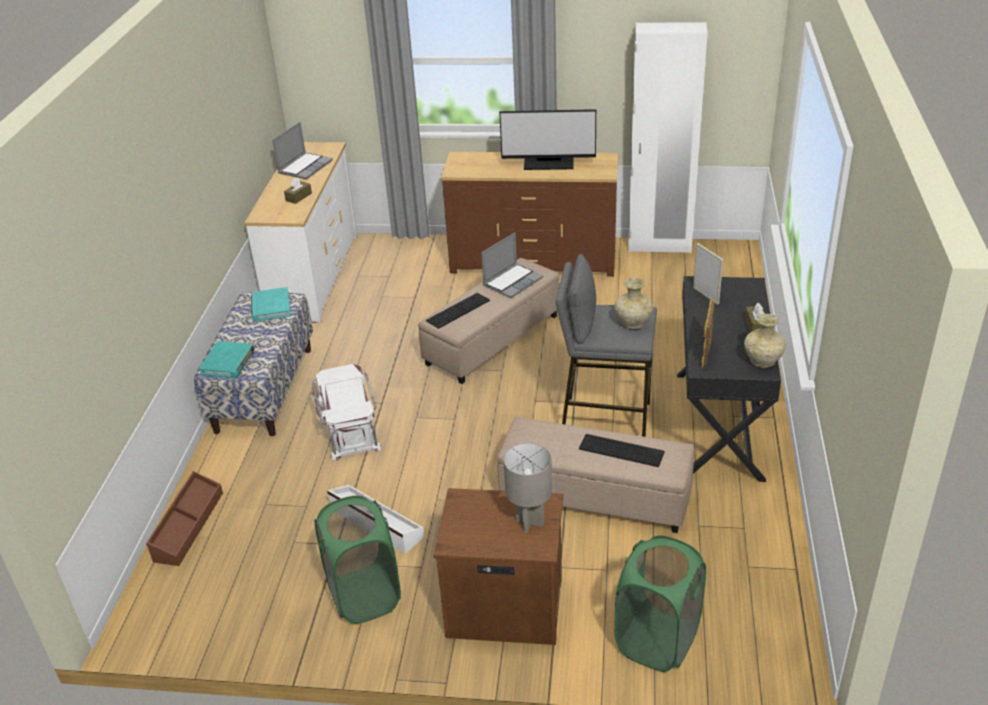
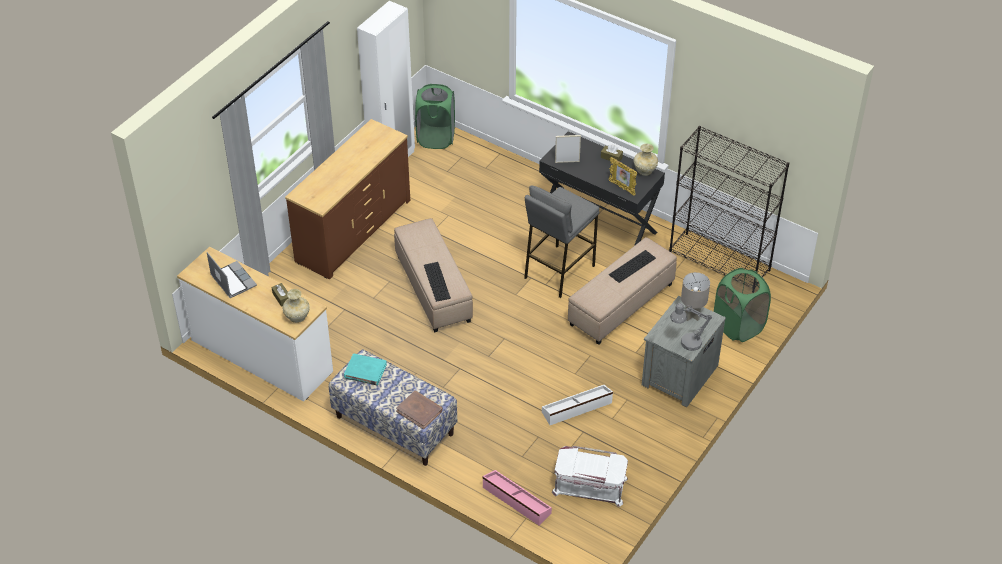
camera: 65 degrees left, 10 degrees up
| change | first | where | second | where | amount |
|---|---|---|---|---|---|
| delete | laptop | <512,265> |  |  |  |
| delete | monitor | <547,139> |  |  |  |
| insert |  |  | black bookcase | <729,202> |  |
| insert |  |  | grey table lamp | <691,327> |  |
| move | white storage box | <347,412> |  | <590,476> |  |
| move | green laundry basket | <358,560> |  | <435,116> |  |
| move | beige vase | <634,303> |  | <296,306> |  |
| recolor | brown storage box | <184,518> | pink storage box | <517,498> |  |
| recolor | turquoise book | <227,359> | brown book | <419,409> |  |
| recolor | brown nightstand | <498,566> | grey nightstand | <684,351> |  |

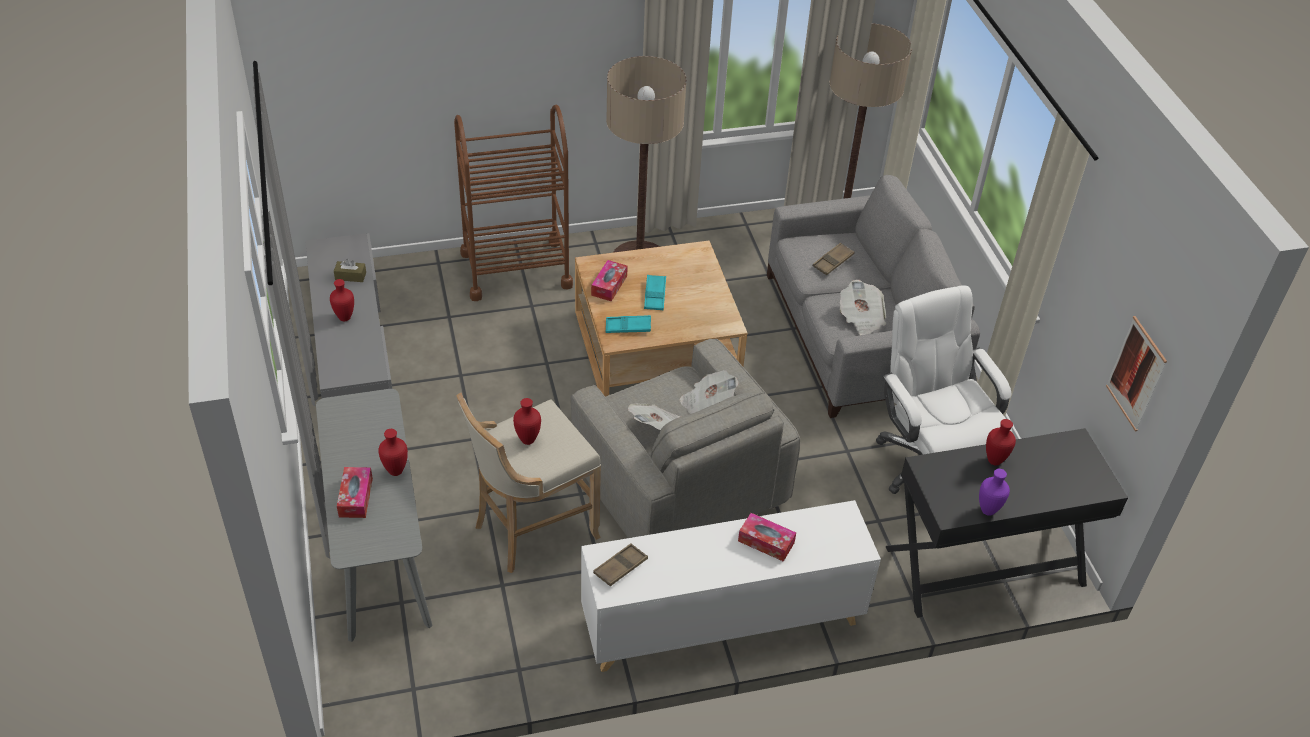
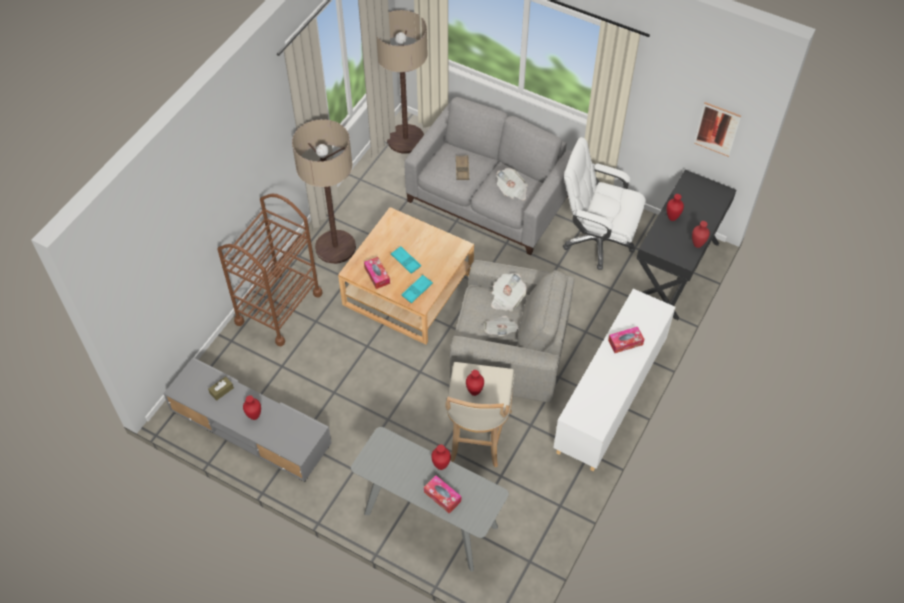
camera: 45 degrees left, 10 degrees up
| change | first | where | second | where | amount |
|---|---|---|---|---|---|
| delete | brown tray | <620,564> |  |  |  |
| recolor | purple vase | <994,492> | red vase | <701,234> |  |

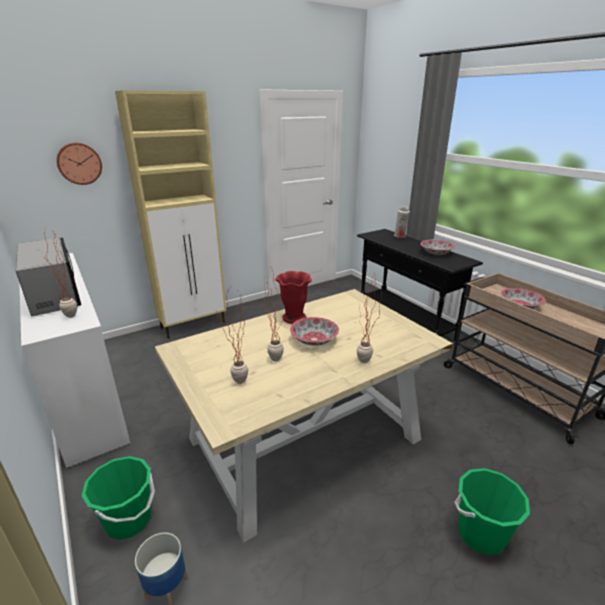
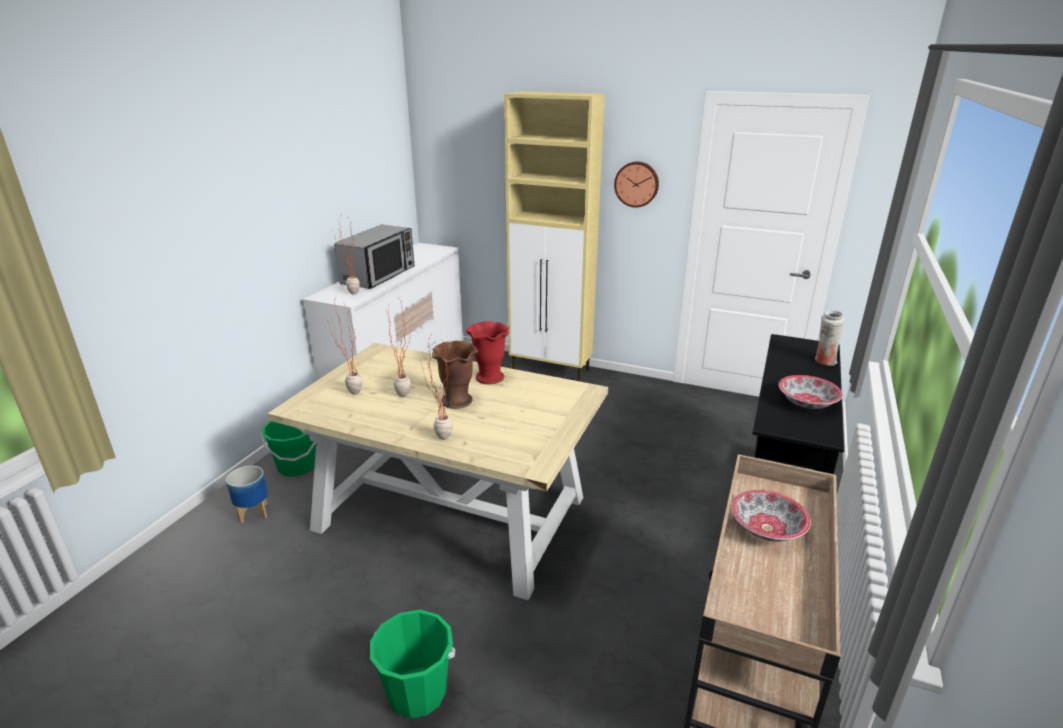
camera: 55 degrees right, 0 degrees up
| change | first | where | second | where | amount |
|---|---|---|---|---|---|
| move | wall clock | <79,164> |  | <636,184> |  |
| replace | bowl | <314,331> | brown vase | <455,375> |  |

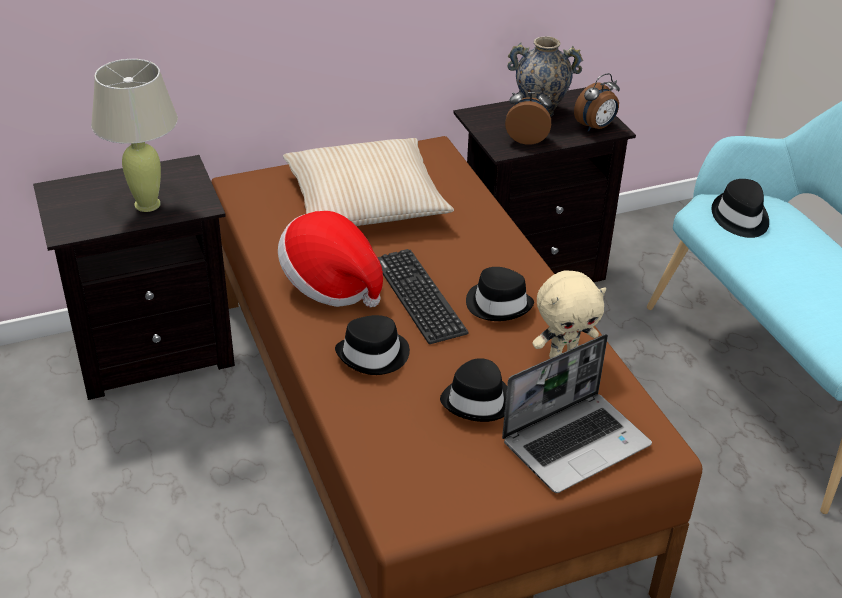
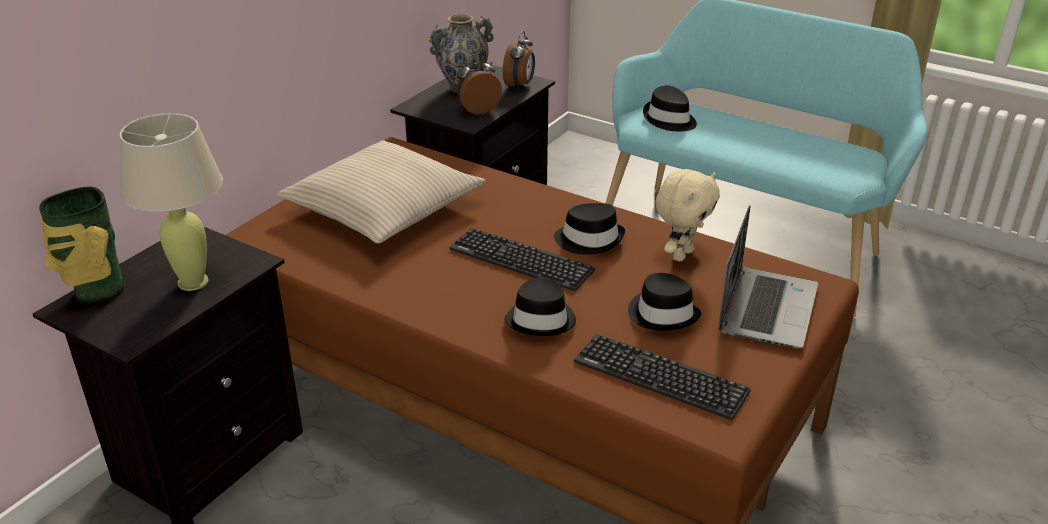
camera: 35 degrees left, 5 degrees down
| change | first | where | second | where | amount |
|---|---|---|---|---|---|
| delete | hat | <330,259> |  |  |  |
| insert |  |  | vase | <81,245> |  |
| insert |  |  | keyboard | <662,377> |  |

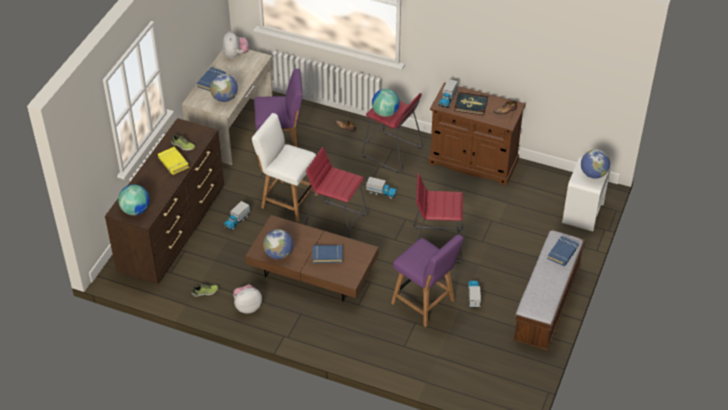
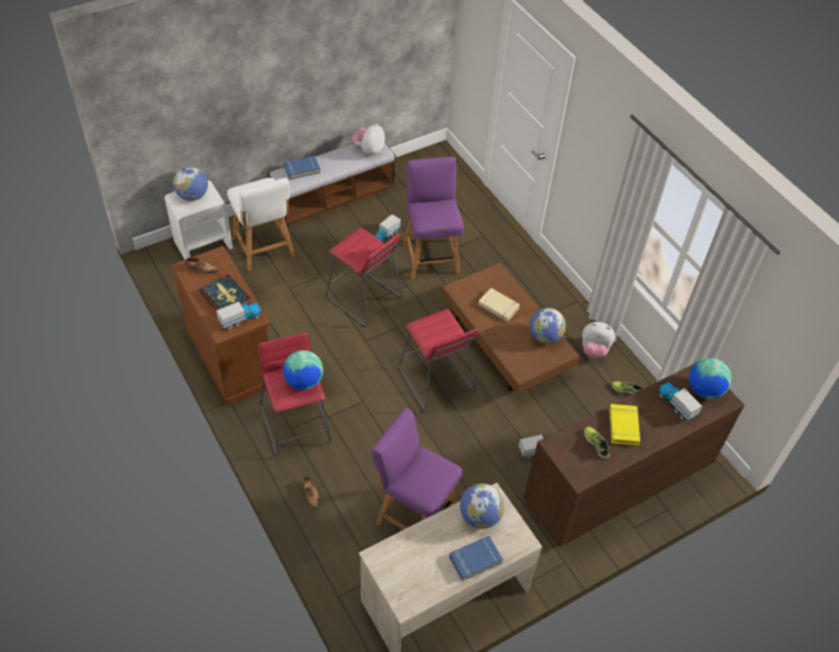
camera: 145 degrees left, 5 degrees up
| change | first | where | second | where | amount |
|---|---|---|---|---|---|
| move | plush toy | <235,45> |  | <368,140> |  |
| move | white chair | <285,167> |  | <261,224> |  |
| move | toy truck | <381,188> |  | <680,401> |  |
| recolor | blue book | <328,254> | beige book | <499,305> |  |

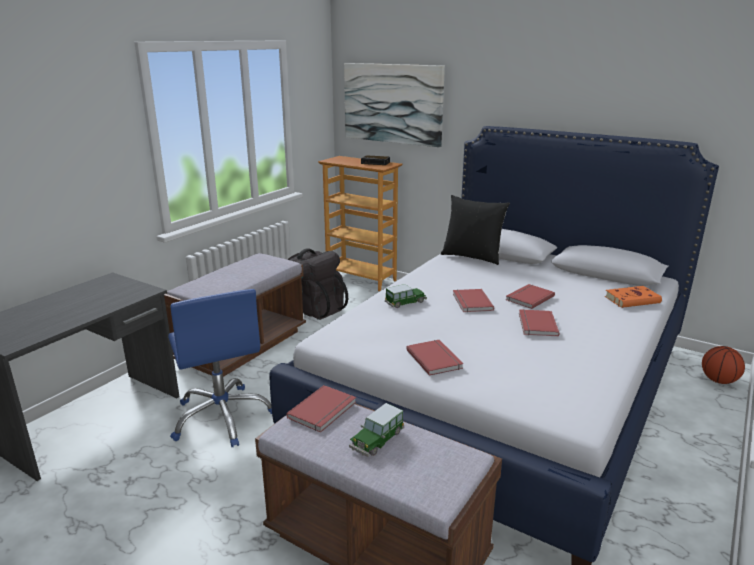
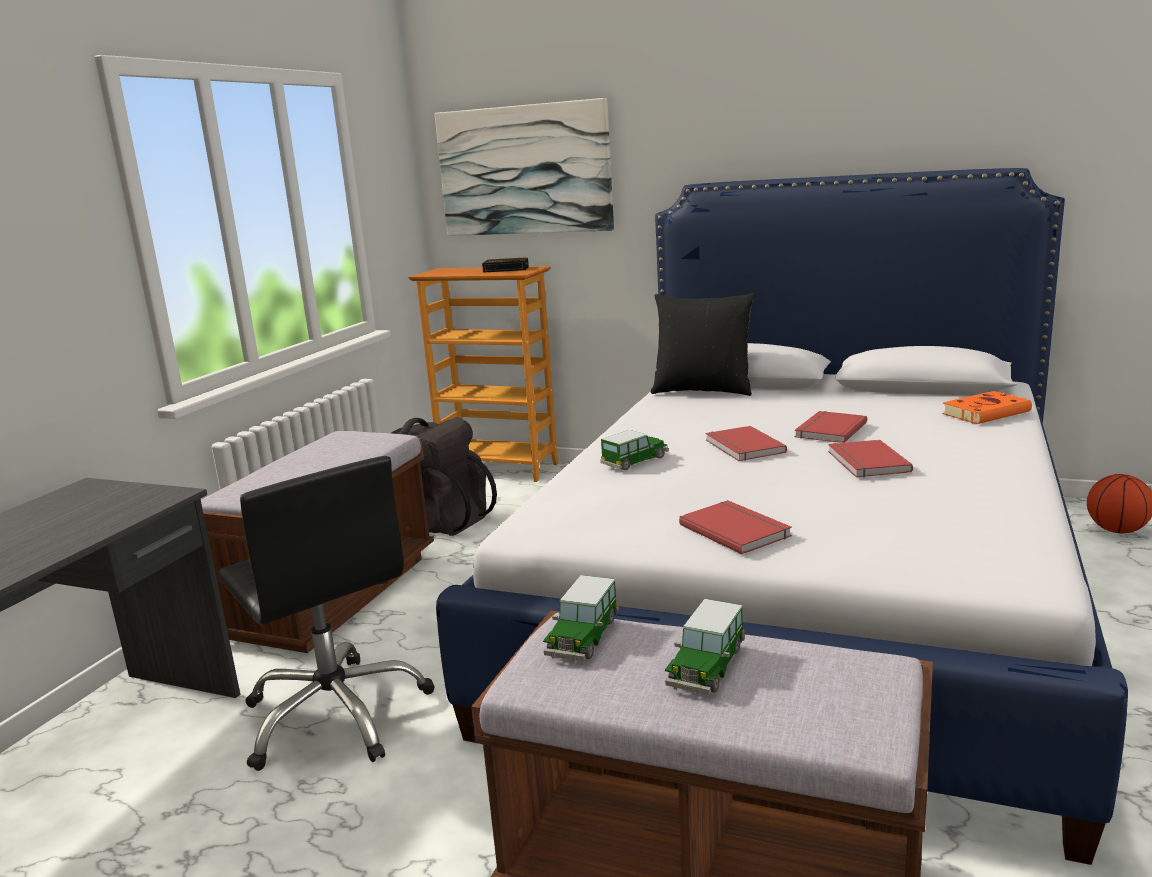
camera: 10 degrees left, 5 degrees down
| change | first | where | second | where | amount |
|---|---|---|---|---|---|
| replace | red book | <321,408> | toy car | <581,618> |  |
| recolor | blue office chair | <220,368> | black office chair | <326,613> |  |

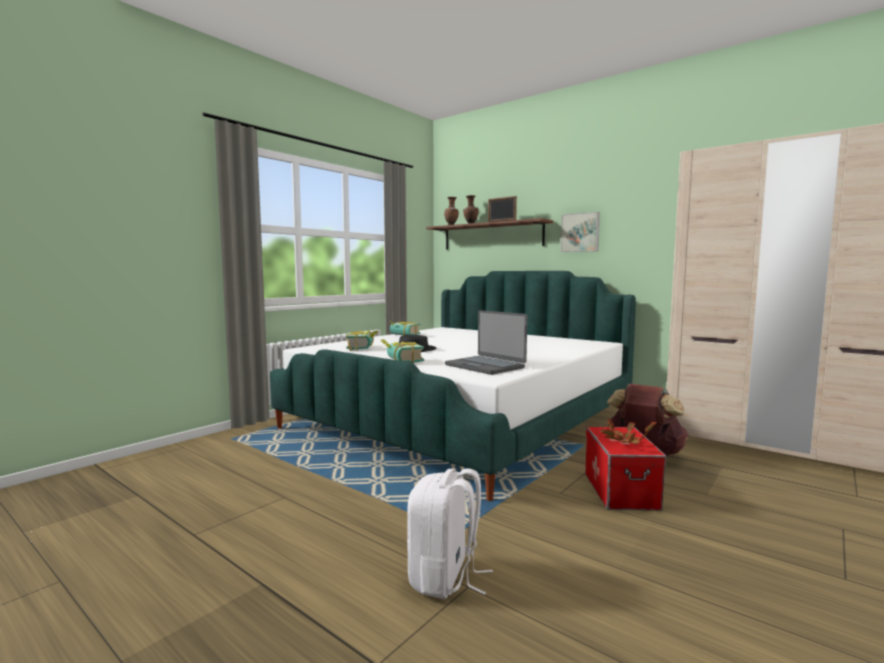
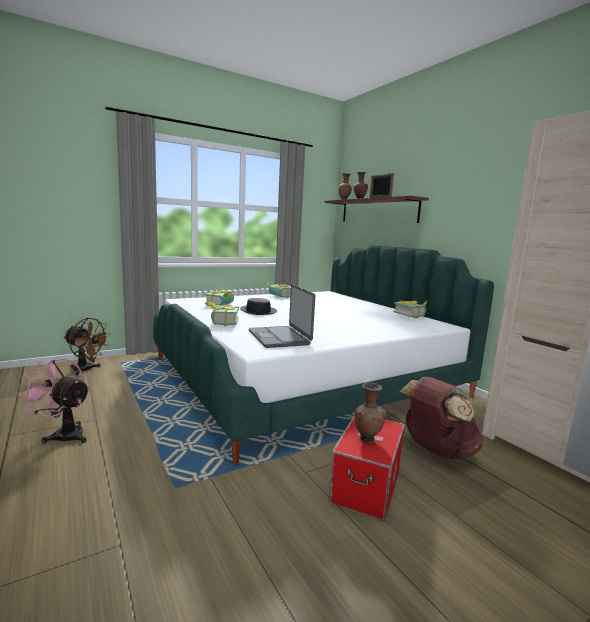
camera: 20 degrees right, 5 degrees up
| change | first | where | second | where | amount |
|---|---|---|---|---|---|
| delete | white backpack | <450,533> |  |  |  |
| delete | picture | <580,232> |  |  |  |
| insert |  |  | pink fan | <54,400> |  |
| insert |  |  | brown fan | <87,346> |  |
| insert |  |  | book | <410,310> |  |
| replace | potted plant | <628,431> | brown vase | <370,413> |  |

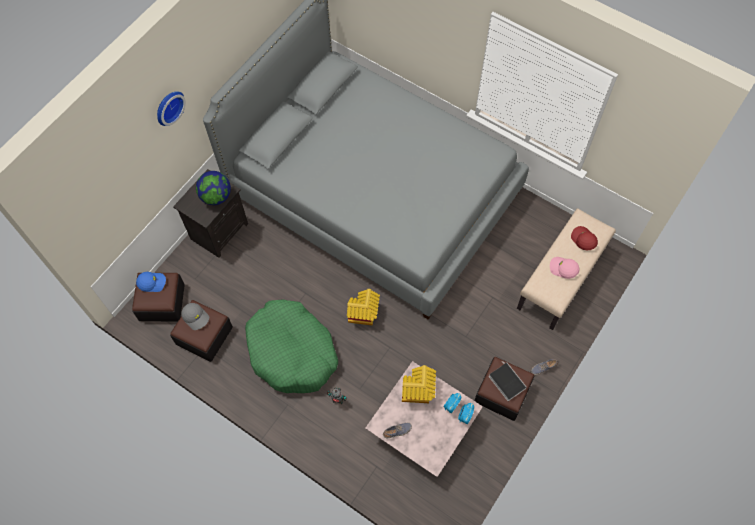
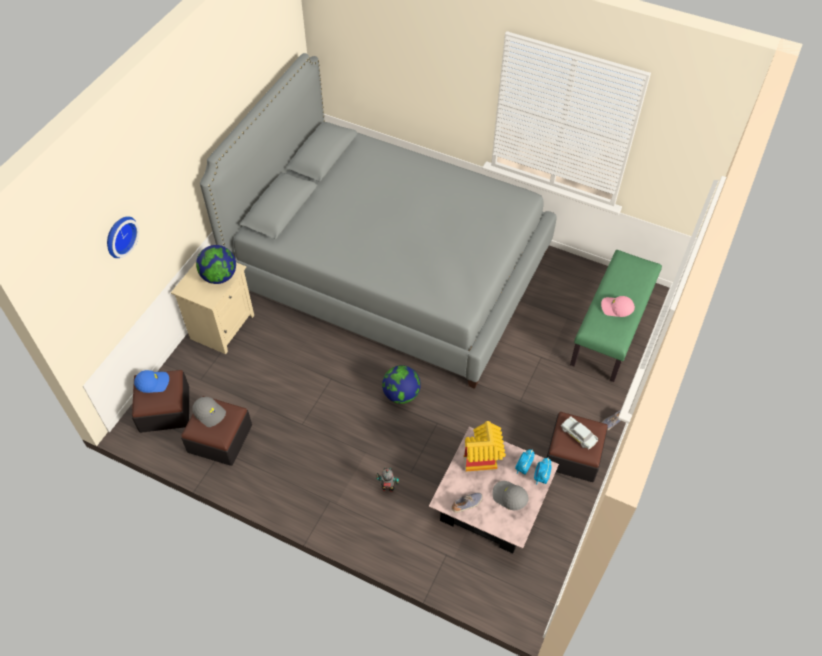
camera: 10 degrees left, 10 degrees down
| change | first | where | second | where | amount |
|---|---|---|---|---|---|
| delete | green dog bed | <291,346> |  |  |  |
| delete | red cap | <584,238> |  |  |  |
| insert |  |  | grey cap | <511,495> |  |
| move | wall clock | <171,108> |  | <123,237> |  |
| replace | toy house | <363,307> | globe | <401,384> |  |
| replace | book | <508,380> | white toy car | <579,432> |  |
| recolor | black nightstand | <210,213> | beige nightstand | <212,308> |  |
| recolor | beige bench | <566,269> | green bench | <616,316> |  |

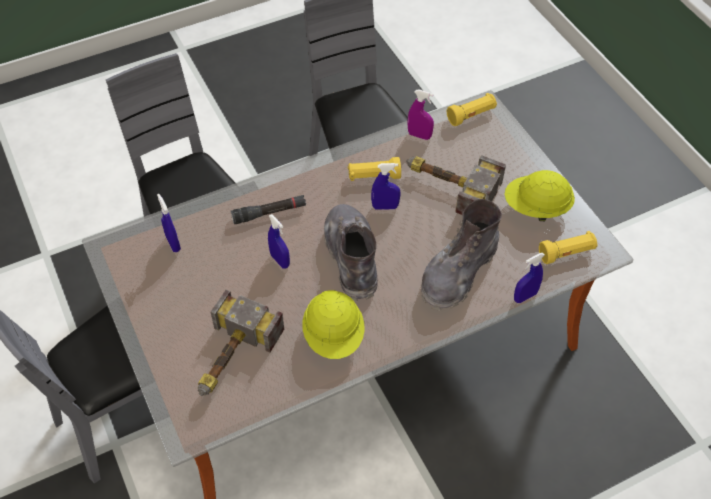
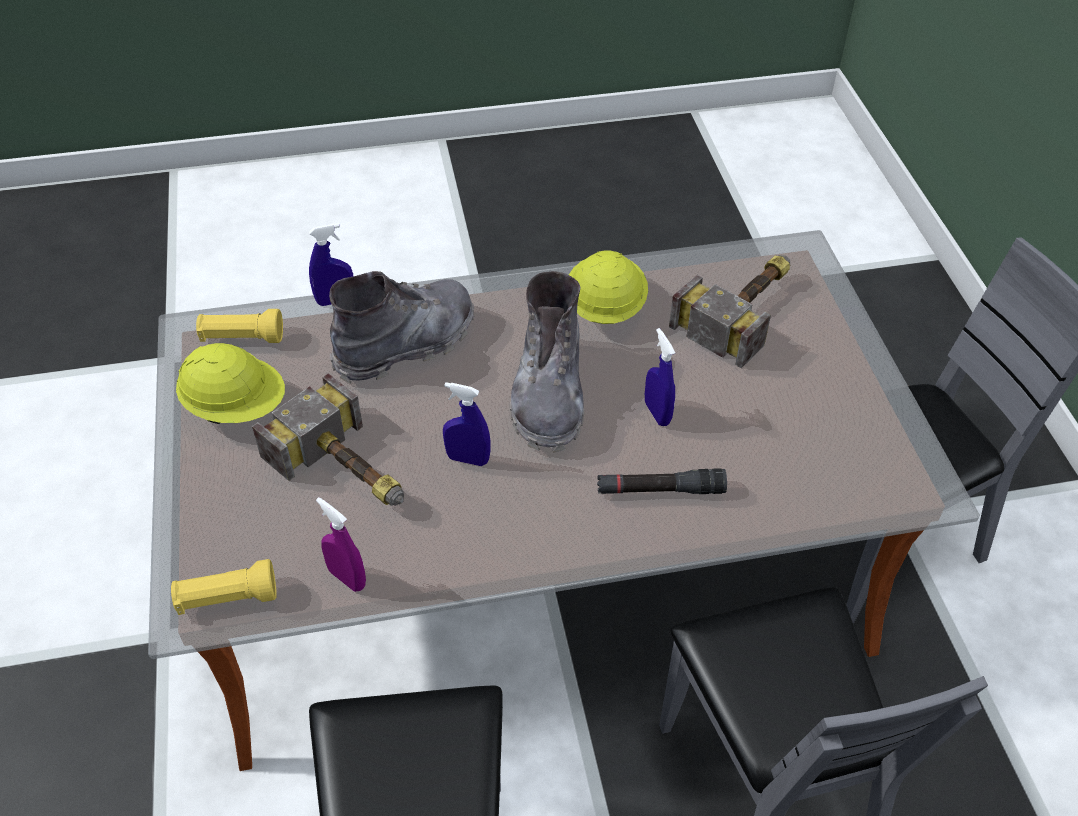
camera: 165 degrees left, 5 degrees down
| change | first | where | second | where | amount |
|---|---|---|---|---|---|
| delete | blue spray bottle | <169,223> |  |  |  |
| delete | yellow flashlight | <374,169> |  |  |  |

